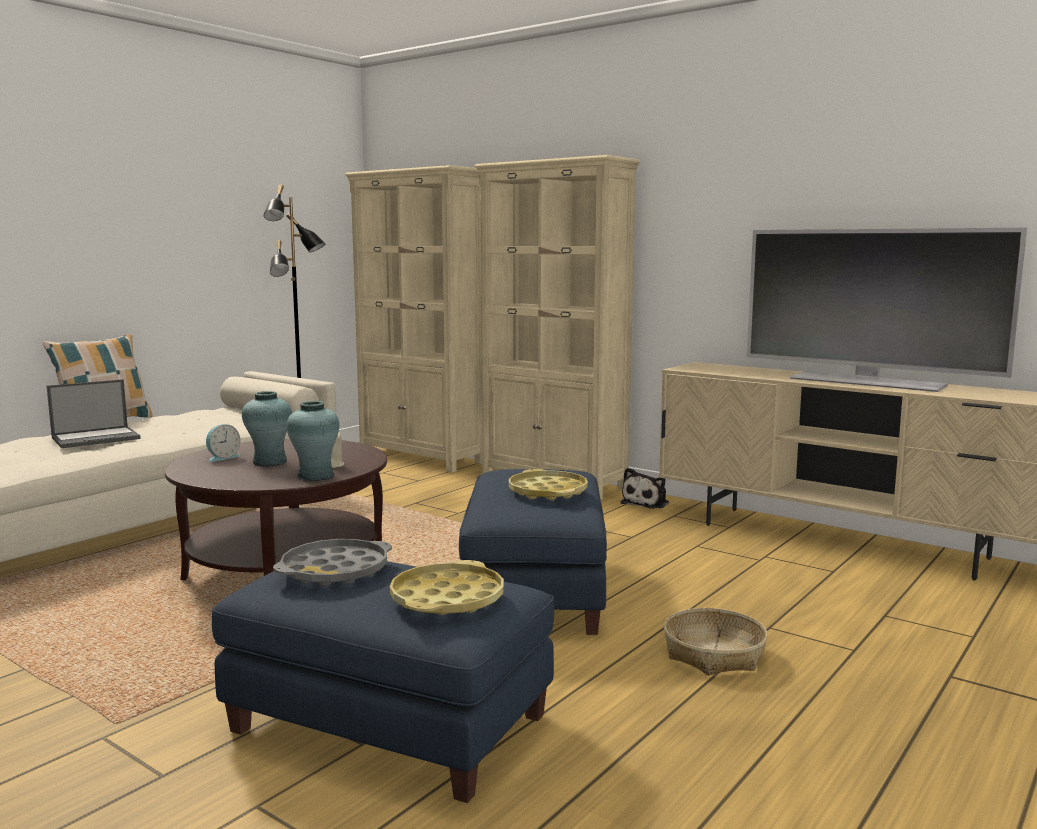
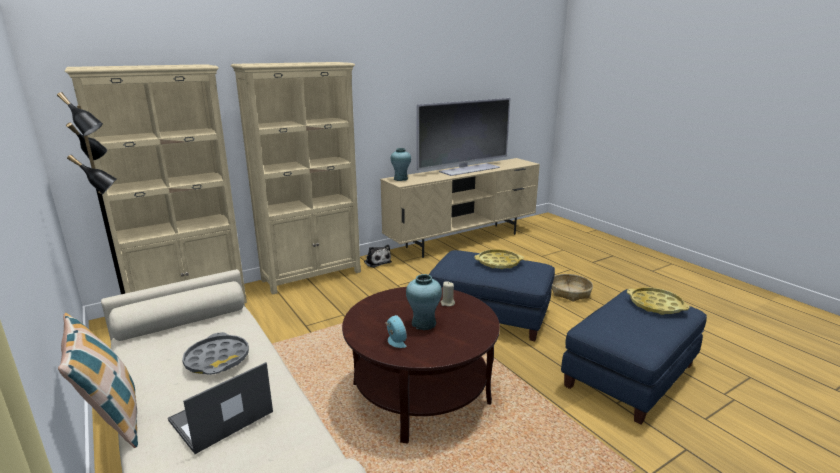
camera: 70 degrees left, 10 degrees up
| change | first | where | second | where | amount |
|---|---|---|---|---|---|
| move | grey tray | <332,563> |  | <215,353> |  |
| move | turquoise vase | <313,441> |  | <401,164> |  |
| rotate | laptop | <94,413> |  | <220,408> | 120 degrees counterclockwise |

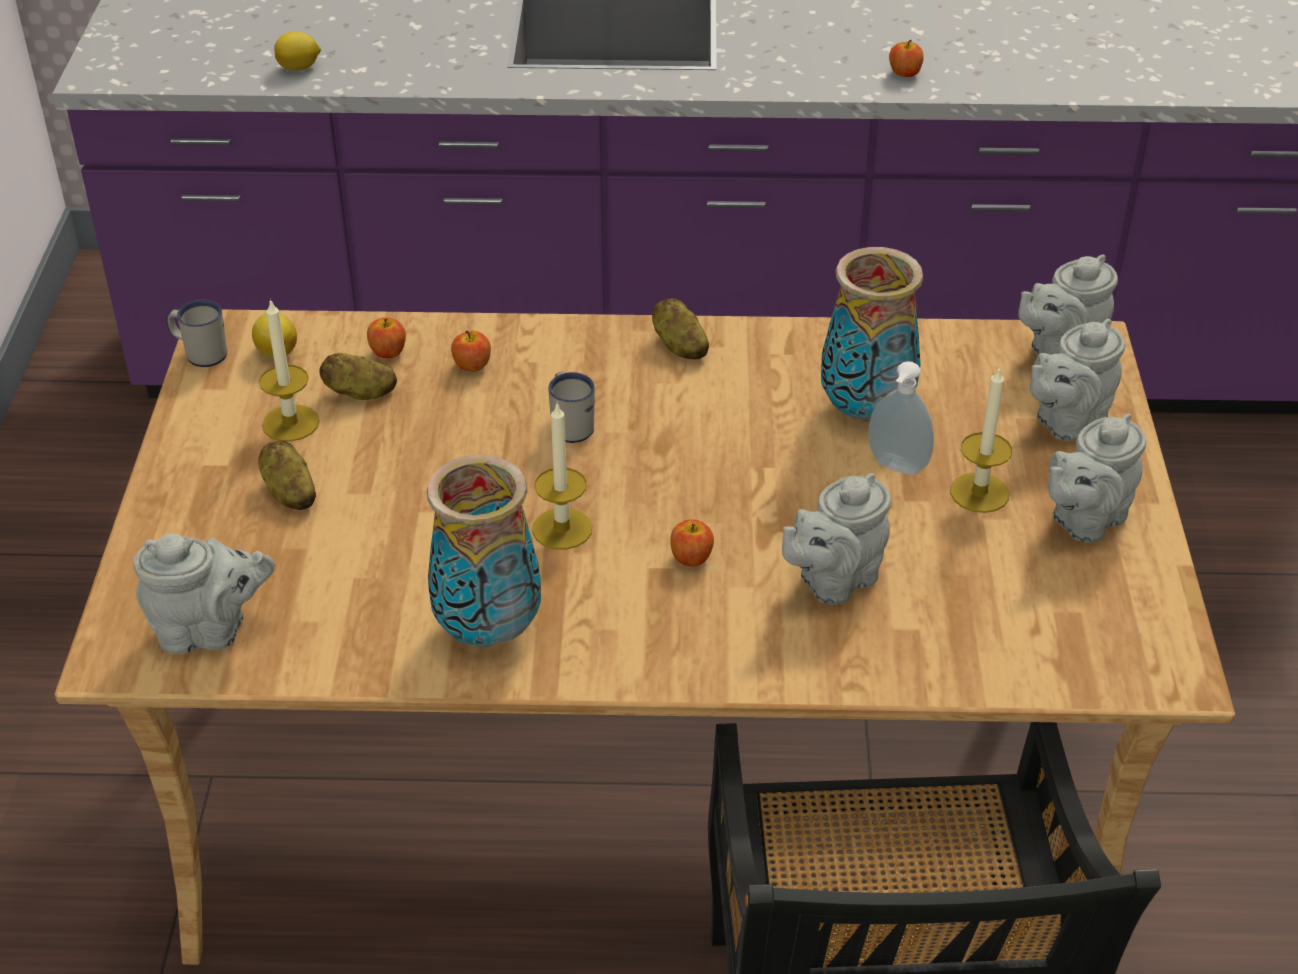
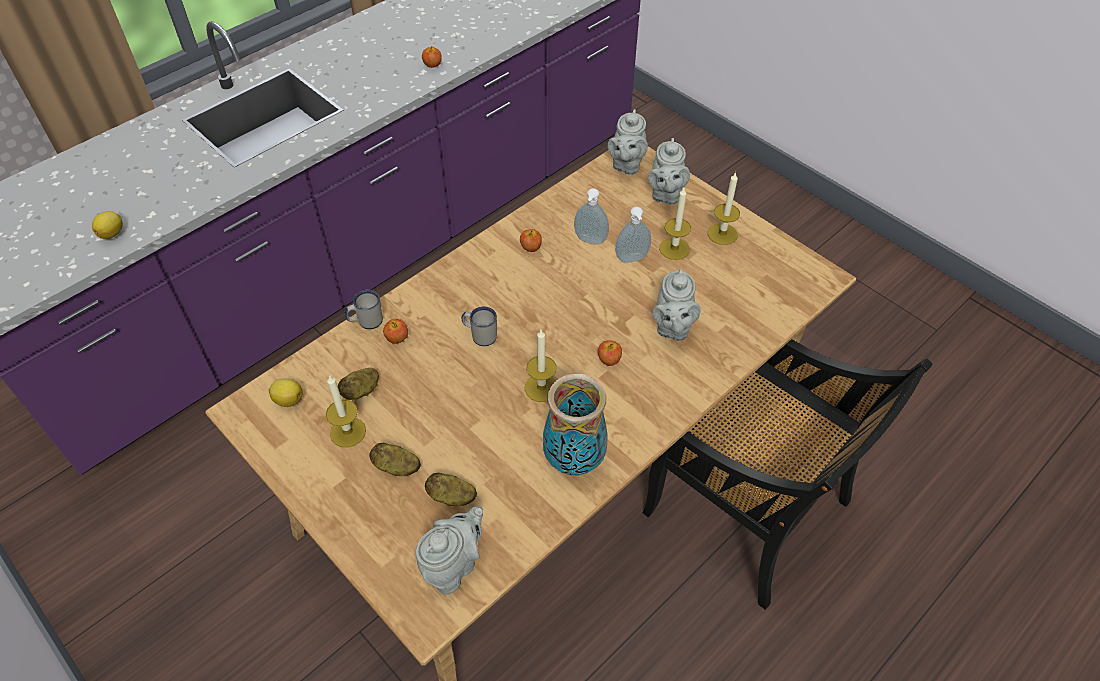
camera: 45 degrees left, 10 degrees up
| change | first | where | second | where | amount |
|---|---|---|---|---|---|
| move | white mug | <196,333> |  | <363,309> |  |
| move | apple | <386,337> |  | <531,240> |  |
| move | potato | <680,329> |  | <451,489> |  |
| replace | vase | <872,335> | soap dispenser | <591,216> |  |
| replace | grey teapot | <1097,478> | candle | <724,208> |  |

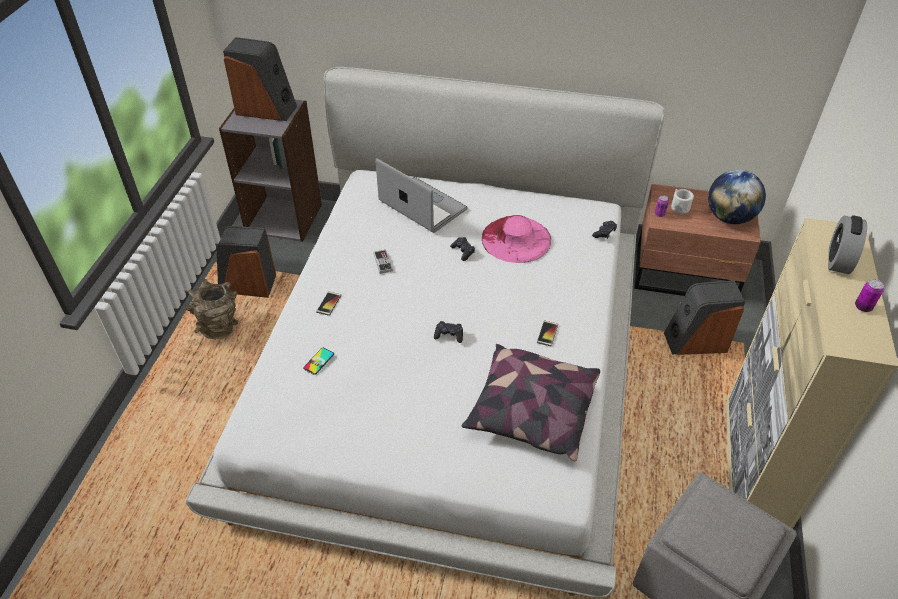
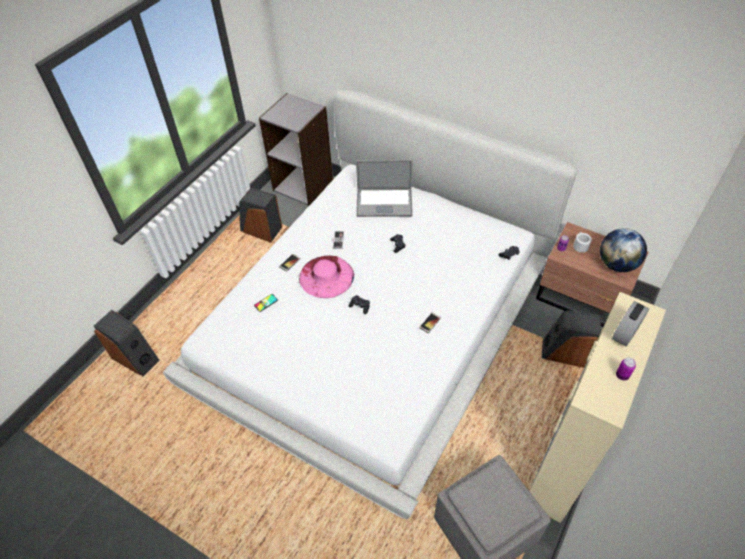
camera: 20 degrees right, 5 degrees up
| change | first | where | second | where | amount |
|---|---|---|---|---|---|
| delete | brown vase | <211,309> |  |  |  |
| delete | pillow | <531,403> |  |  |  |
| move | speaker | <260,79> |  | <127,343> |  |
| move | pink hat | <516,239> |  | <326,276> |  |
| rotate | laptop | <422,195> |  | <384,188> | 120 degrees clockwise |

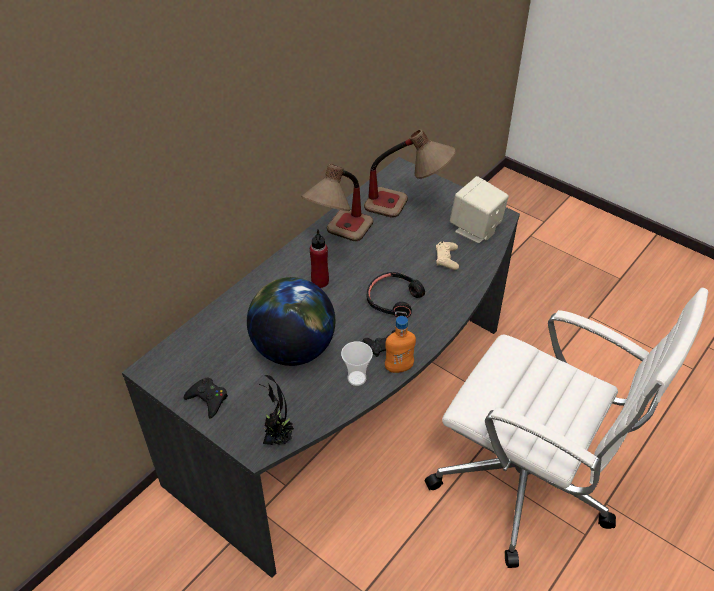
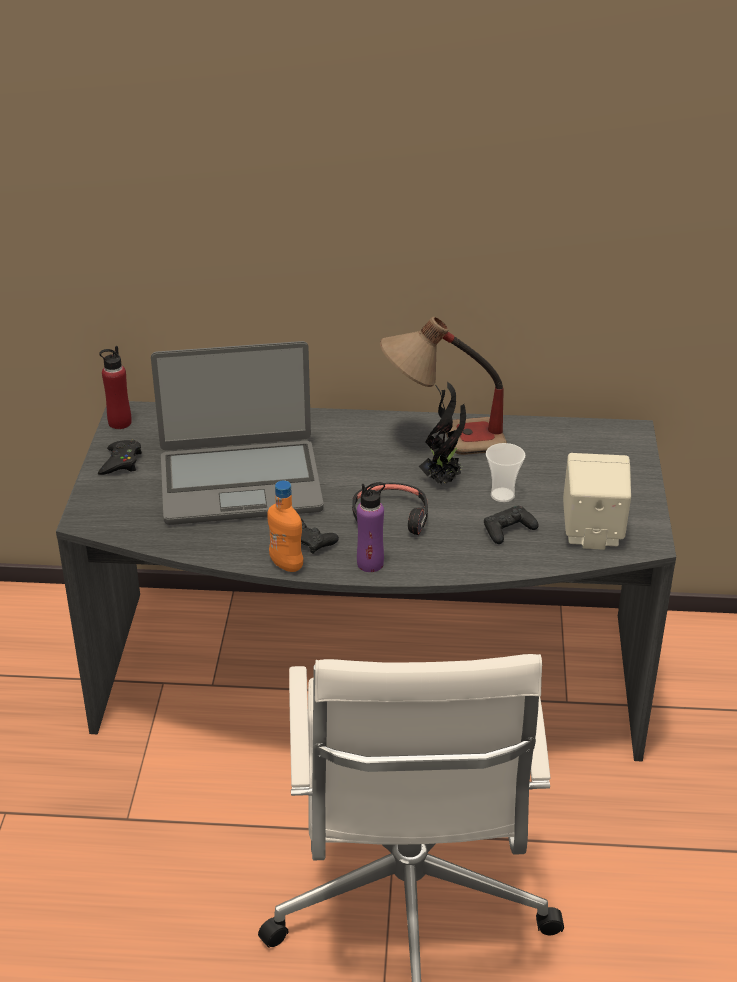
camera: 55 degrees right, 10 degrees down
| change | first | where | second | where | amount |
|---|---|---|---|---|---|
| delete | table lamp | <410,174> |  |  |  |
| insert |  |  | purple bottle | <371,527> |  |
| move | potted plant | <276,410> |  | <442,433> |  |
| move | red bottle | <319,259> |  | <115,387> |  |
| move | cup | <357,363> |  | <505,472> |  |
| replace | globe | <291,321> | laptop | <237,433> |  |
| recolor | beige game controller | <447,255> | black game controller | <511,525> |  |

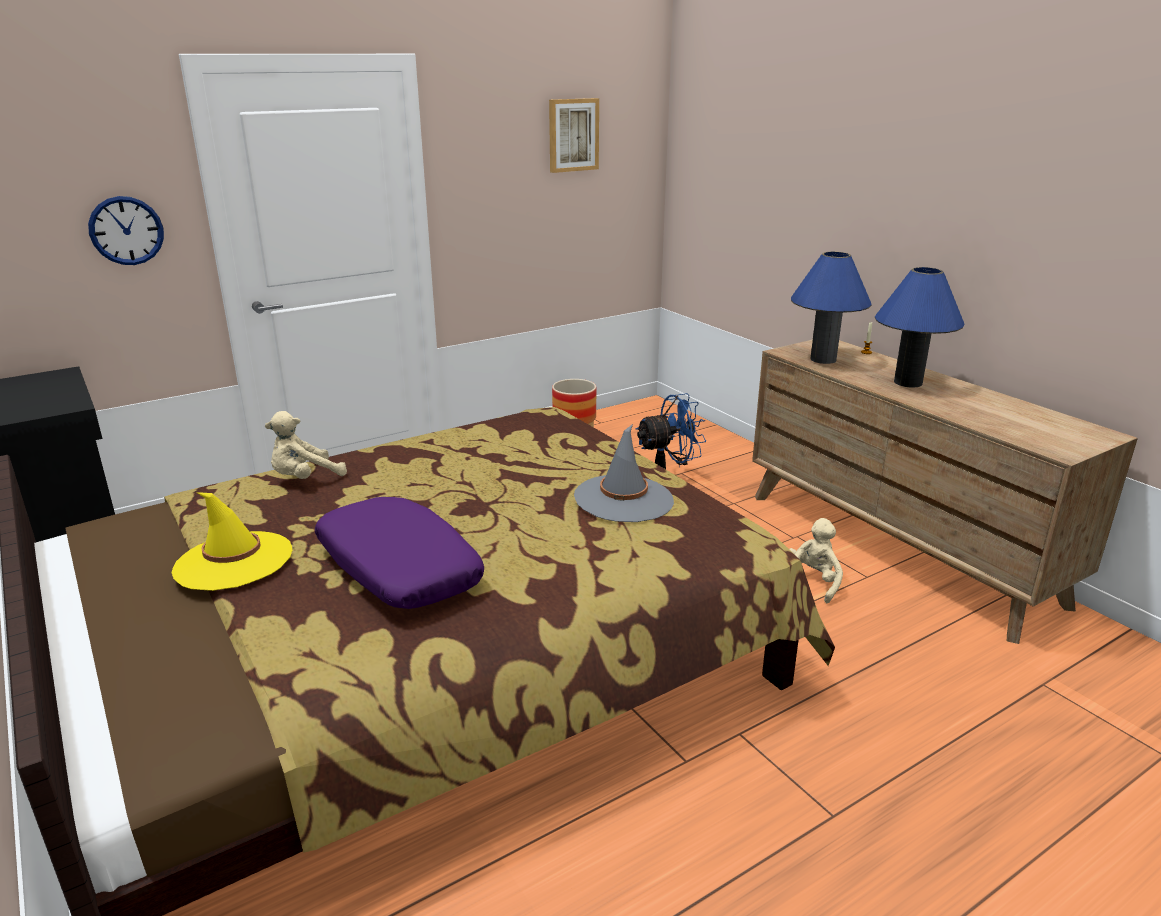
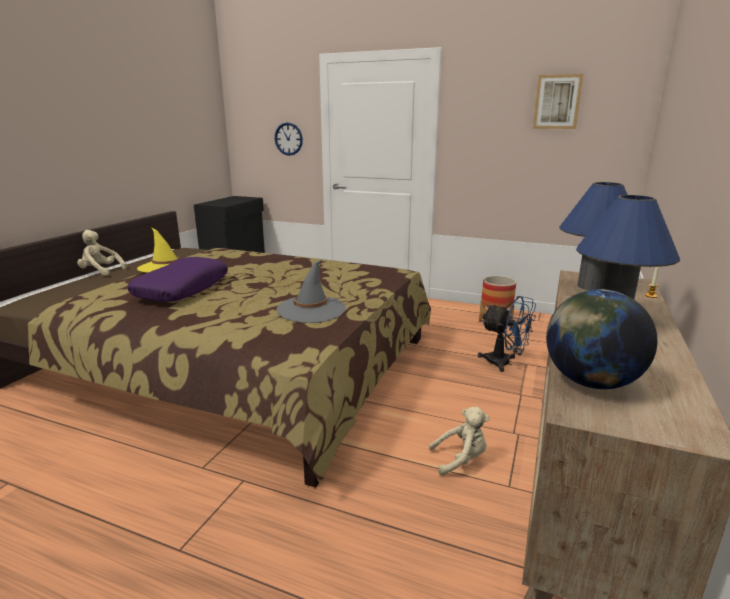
camera: 55 degrees right, 5 degrees down
| change | first | where | second | where | amount |
|---|---|---|---|---|---|
| insert |  |  | globe | <601,339> |  |
| move | beige plush toy | <306,445> |  | <102,253> |  |

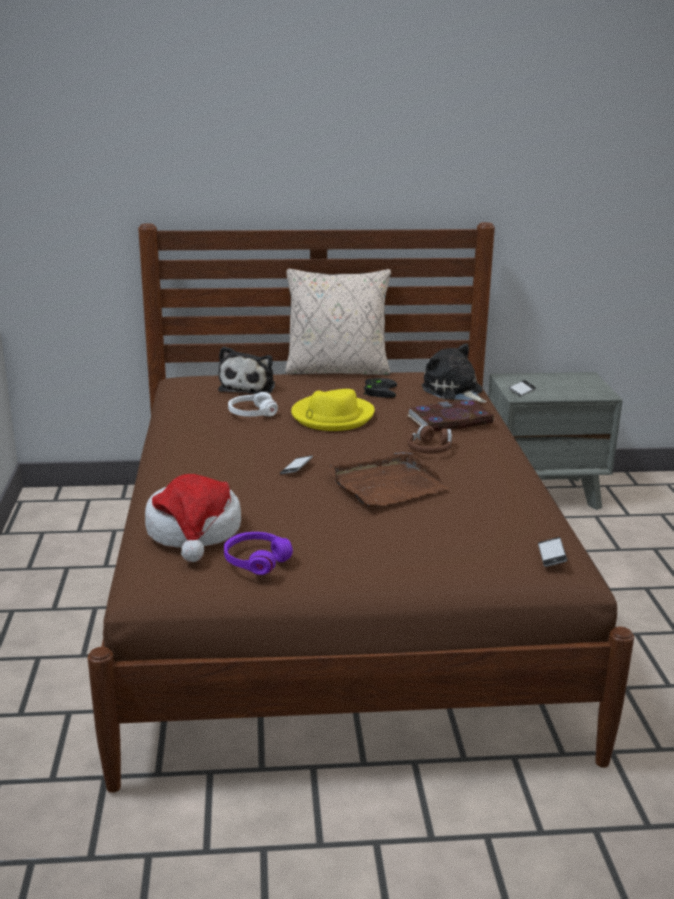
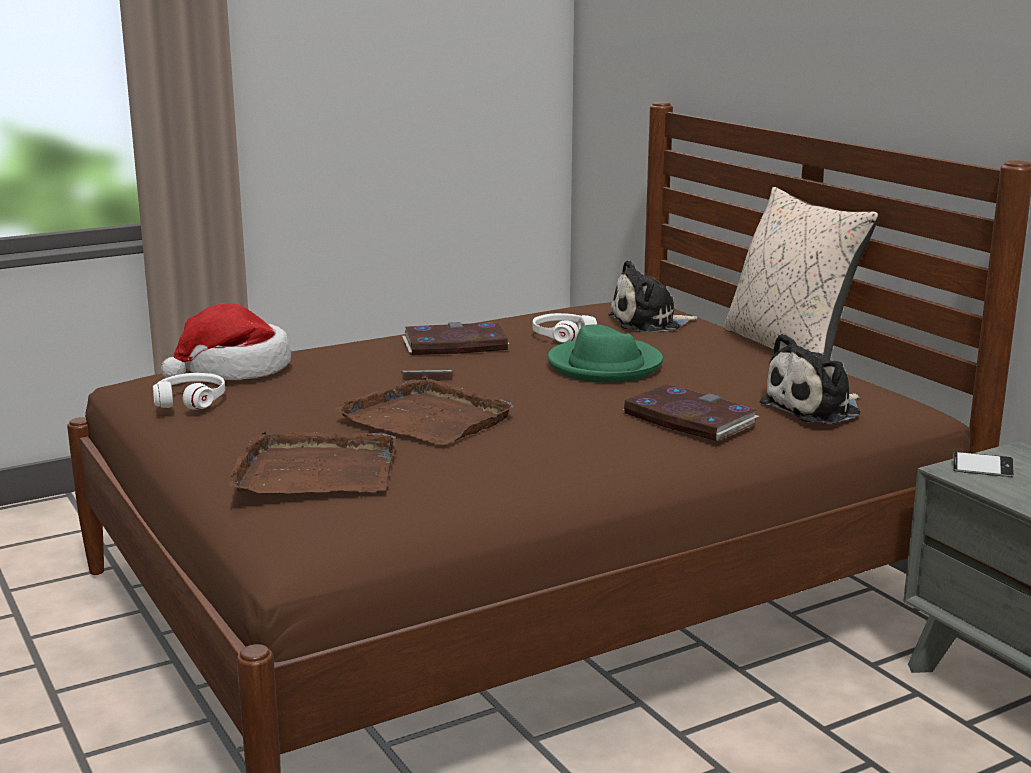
camera: 65 degrees right, 5 degrees down
| change | first | where | second | where | amount |
|---|---|---|---|---|---|
| delete | black game controller | <380,388> |  |  |  |
| delete | brown headphones | <429,439> |  |  |  |
| delete | phone | <552,552> |  |  |  |
| insert |  |  | brown tray | <312,461> |  |
| insert |  |  | book | <455,338> |  |
| recolor | purple headphones | <258,553> | white headphones | <189,391> |  |
| recolor | yellow hat | <333,410> | green hat | <605,353> |  |
| rotate | plush toy | <454,373> |  | <810,378> | 150 degrees counterclockwise |

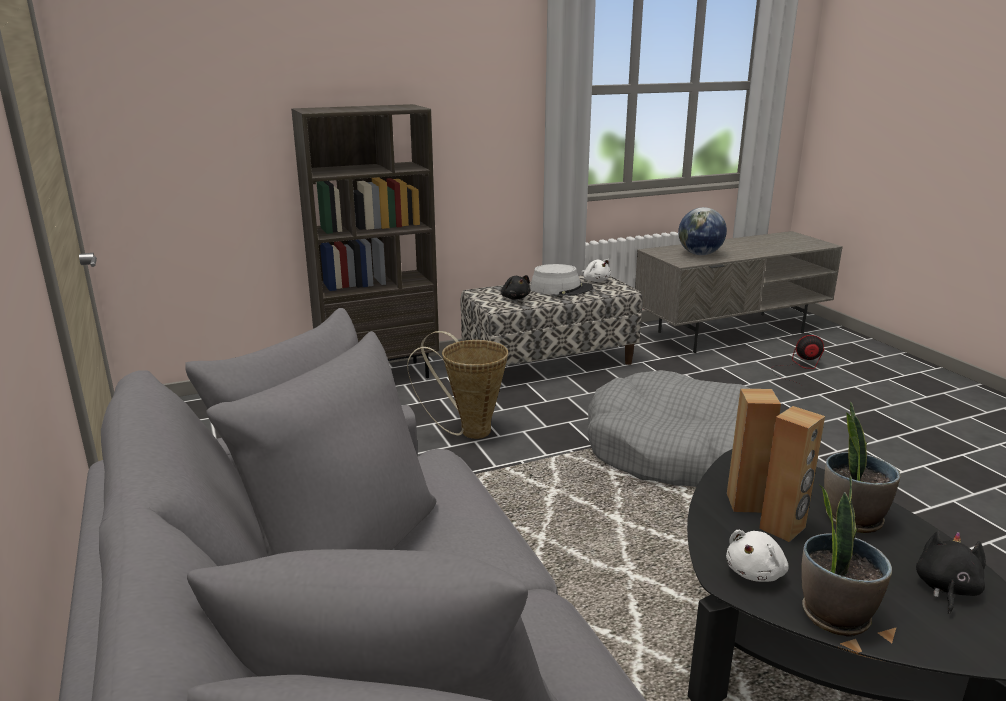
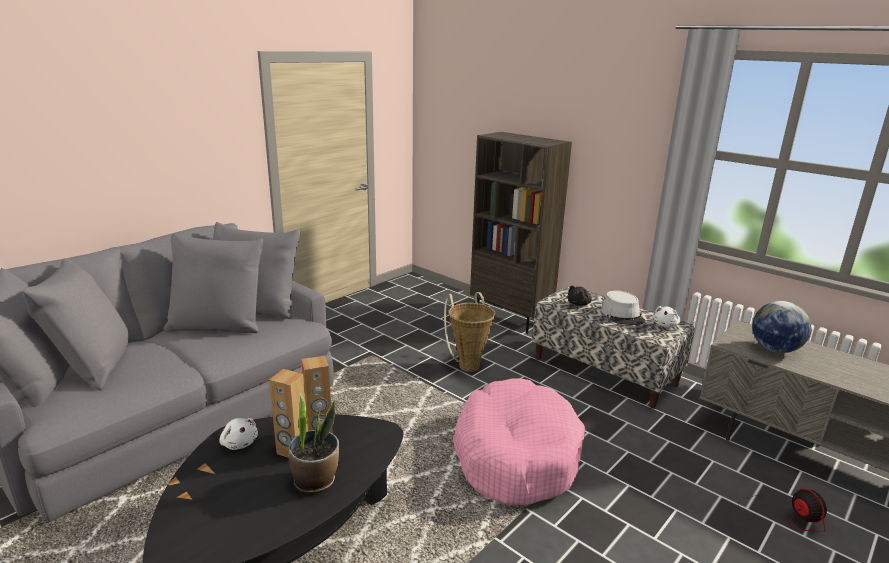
camera: 65 degrees right, 0 degrees up
| change | first | where | second | where | amount |
|---|---|---|---|---|---|
| delete | potted plant | <846,556> |  |  |  |
| delete | black plush toy | <951,572> |  |  |  |
| recolor | grey dog bed | <669,428> | pink dog bed | <519,442> |  |
| rotate | white plush toy | <757,556> |  | <238,434> | 150 degrees counterclockwise |

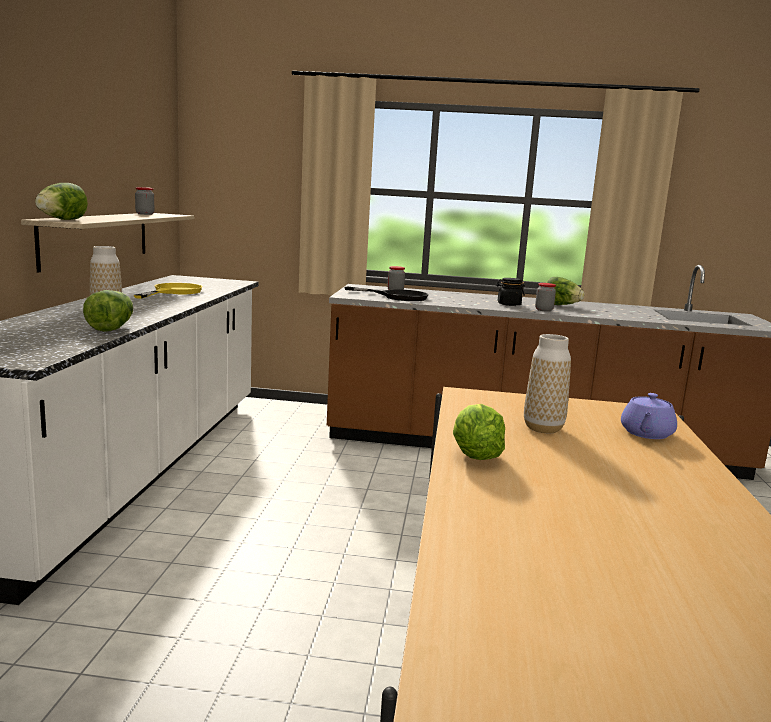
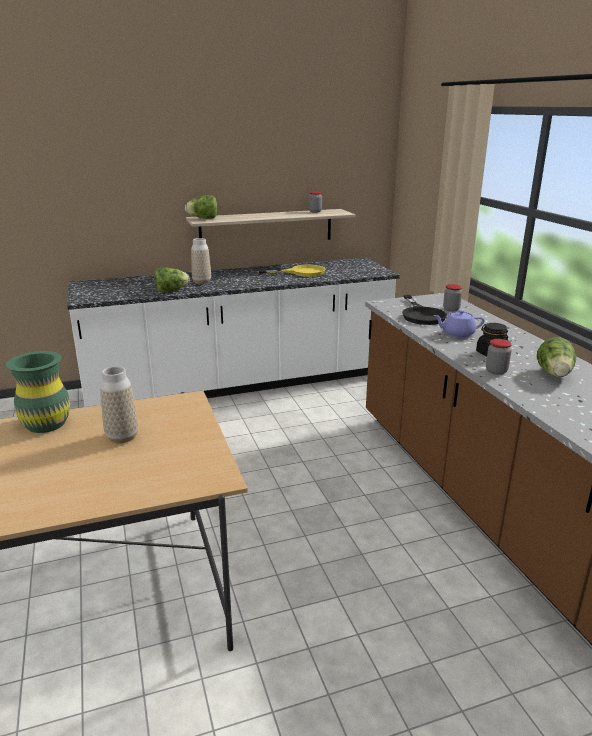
camera: 65 degrees right, 10 degrees up
| change | first | where | second | where | amount |
|---|---|---|---|---|---|
| move | purple teapot | <649,416> |  | <458,324> |  |
| replace | lettuce | <479,432> | green vase | <38,392> |  |

